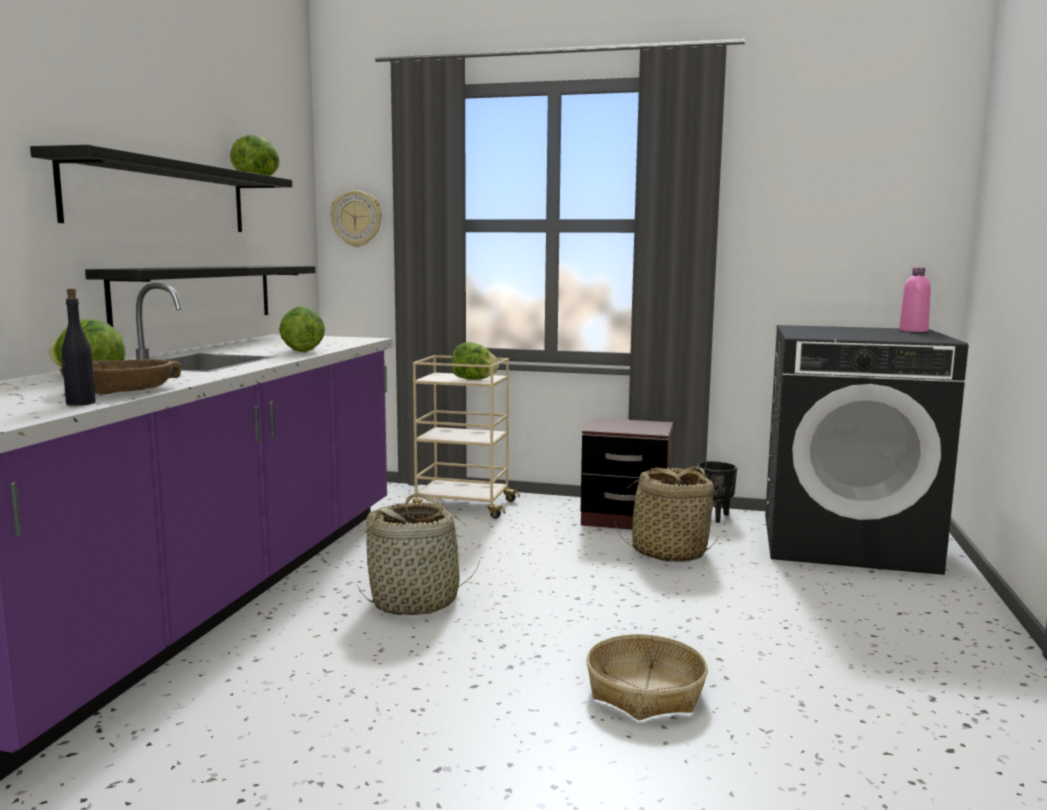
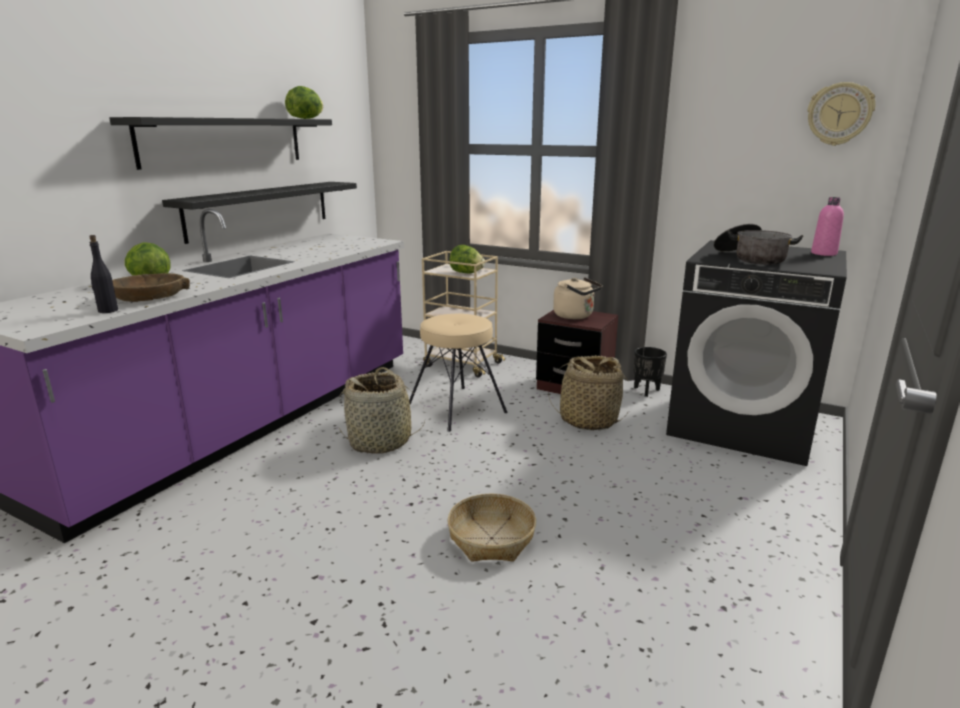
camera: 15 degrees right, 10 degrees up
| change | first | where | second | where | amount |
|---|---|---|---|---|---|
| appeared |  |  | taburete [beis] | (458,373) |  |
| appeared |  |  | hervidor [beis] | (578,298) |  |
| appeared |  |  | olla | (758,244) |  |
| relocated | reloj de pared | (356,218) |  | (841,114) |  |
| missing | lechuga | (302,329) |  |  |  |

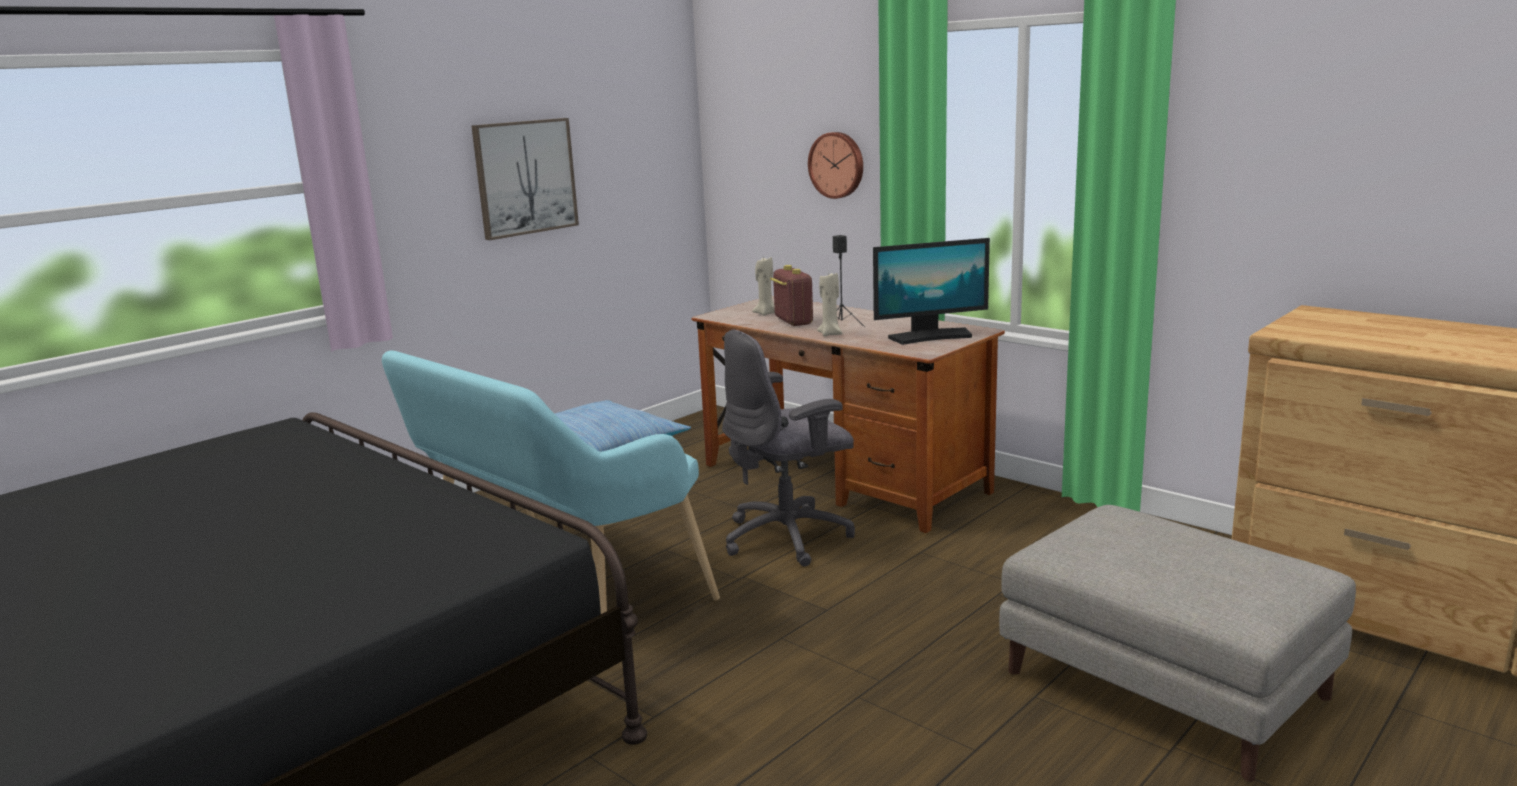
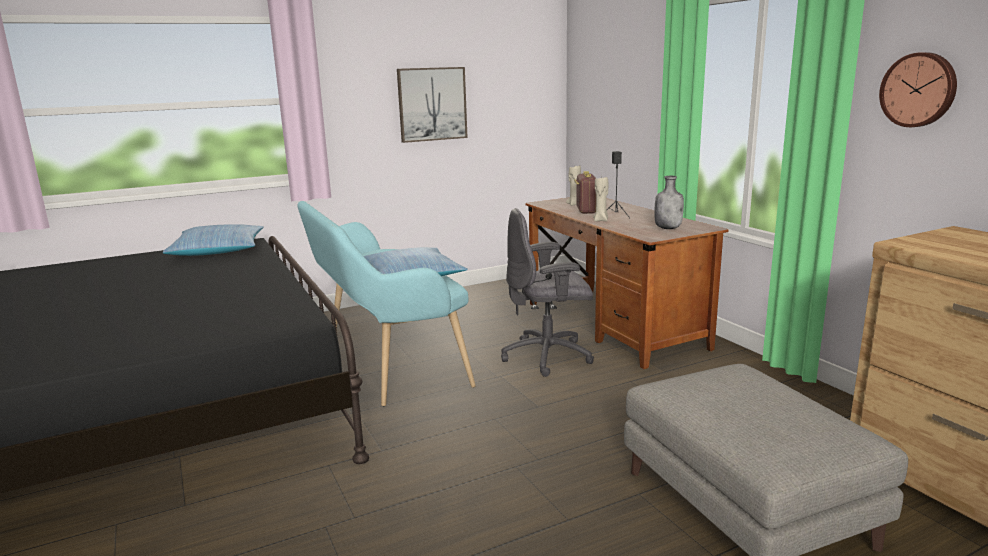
camera: 20 degrees right, 0 degrees up
| change | first | where | second | where | amount |
|---|---|---|---|---|---|
| appeared |  |  | cojín | (213,240) |  |
| exchanged | monitor | (931,291) | botella [gris] | (669,202) |  |
| relocated | reloj de pared | (835,165) |  | (918,89) |  |

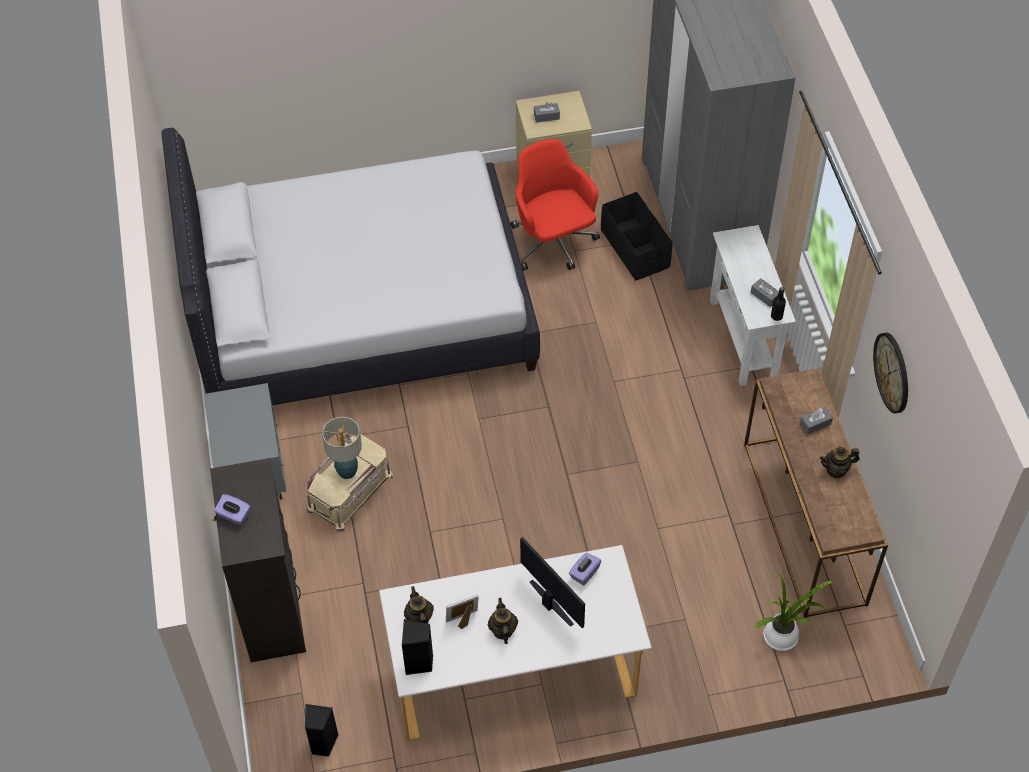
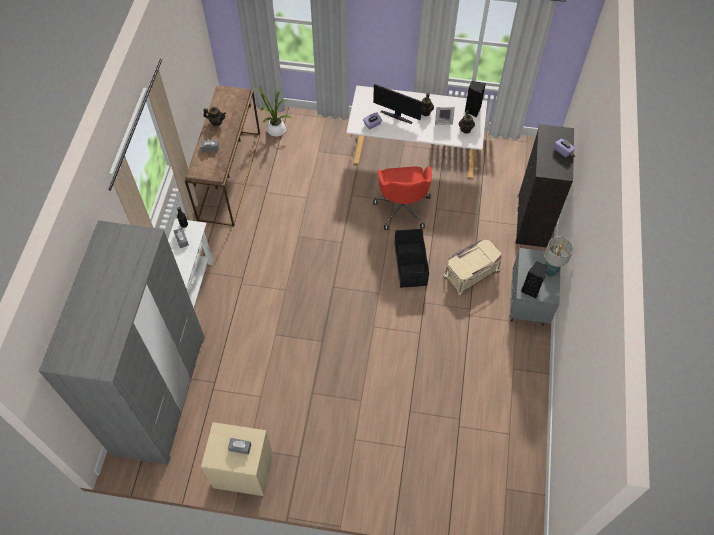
camera: 160 degrees left, 5 degrees up
| change | first | where | second | where | amount |
|---|---|---|---|---|---|
| spun | monitor | (552,582) |  | (397,104) | 45 degrees counterclockwise |
| relocated | silla de oficina [rojo] | (555,205) |  | (402,198) |  |
| relocated | caja de almacenaje [negro] | (637,236) |  | (411,258) |  |
| relocated | altavoz [negro] | (321,730) |  | (534,279) |  |
| relocated | lámpara de mesa | (342,448) |  | (559,256) |  |
| missing | cama [blanco] | (350,266) |  |  |  |
| missing | reloj de pared | (890,373) |  |  |  |

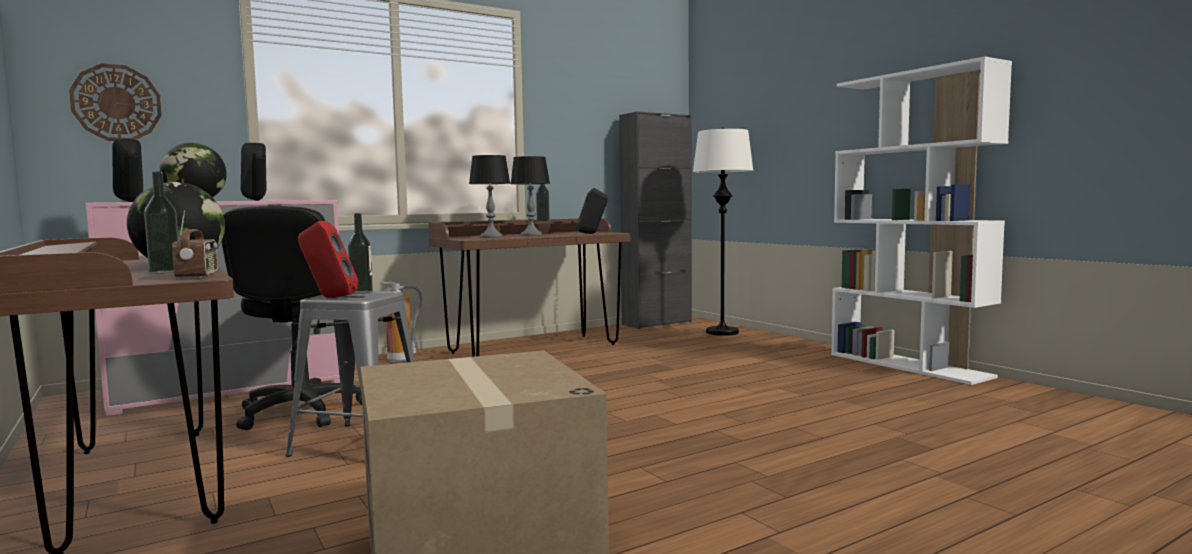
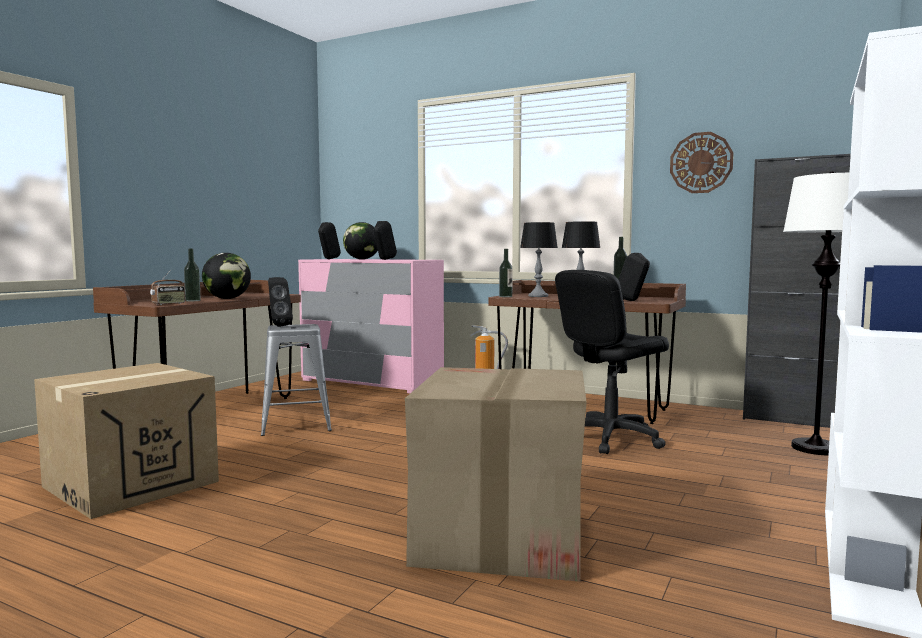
camera: 60 degrees right, 0 degrees up
| change | first | where | second | where | amount |
|---|---|---|---|---|---|
| colour | altavoz [rojo] | (328,259) | altavoz [negro] | (280,302) |  |
| appeared |  |  | caja de cartón | (496,474) |  |
| relocated | botella | (360,253) |  | (506,273) |  |
| relocated | silla de oficina [negro] | (292,318) |  | (612,362) |  |
| relocated | reloj de pared | (115,102) |  | (701,162) |  |

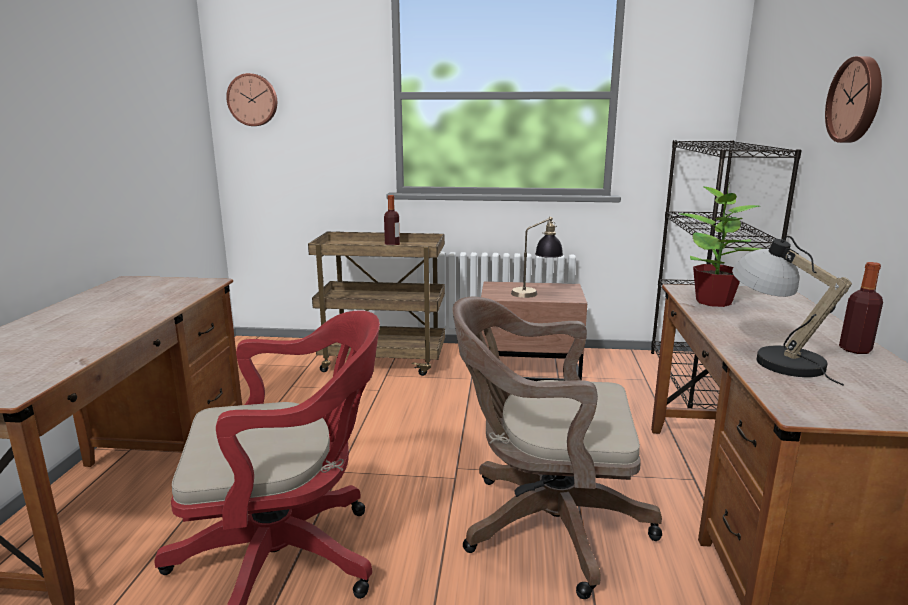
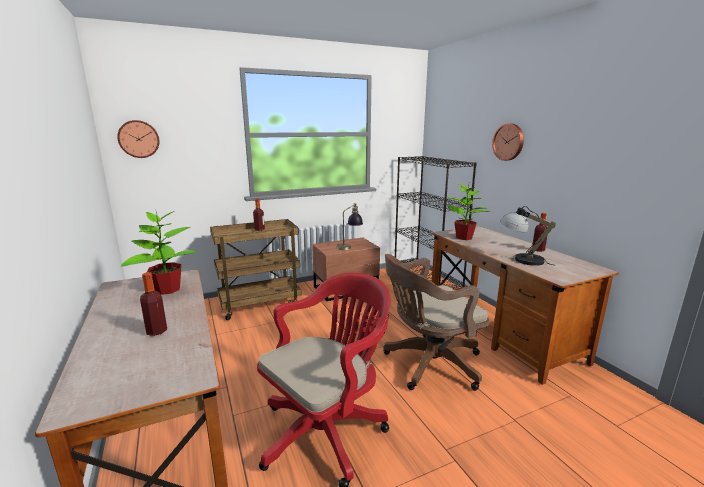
camera: 30 degrees left, 0 degrees up
| change | first | where | second | where | amount |
|---|---|---|---|---|---|
| appeared |  |  | planta en maceta | (159,253) |  |
| appeared |  |  | botella | (153,304) |  |

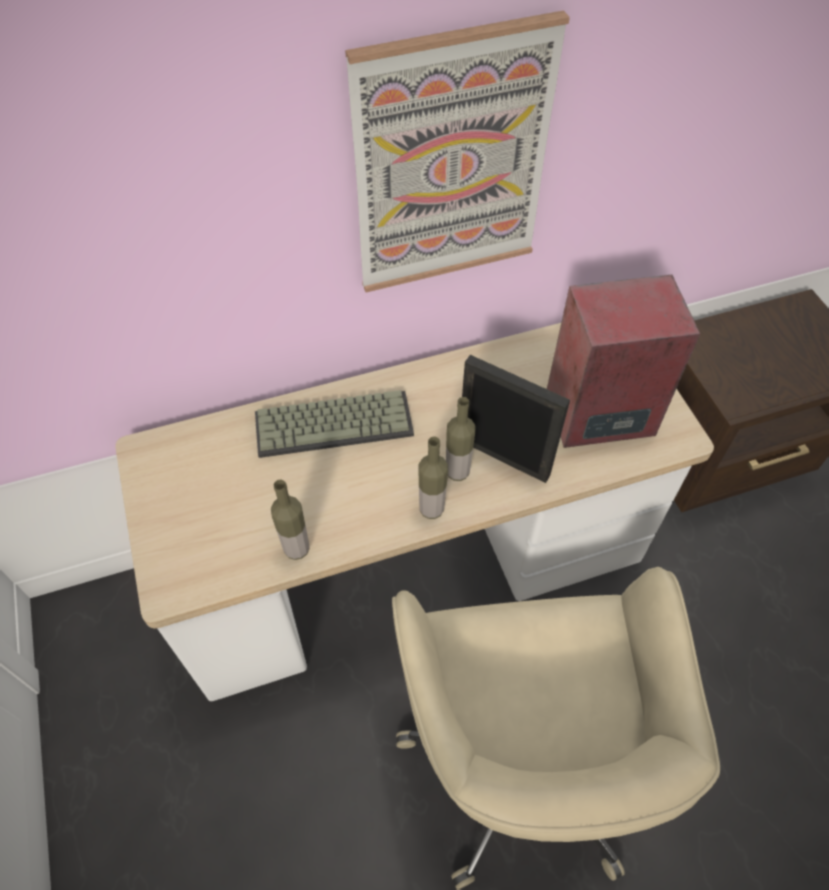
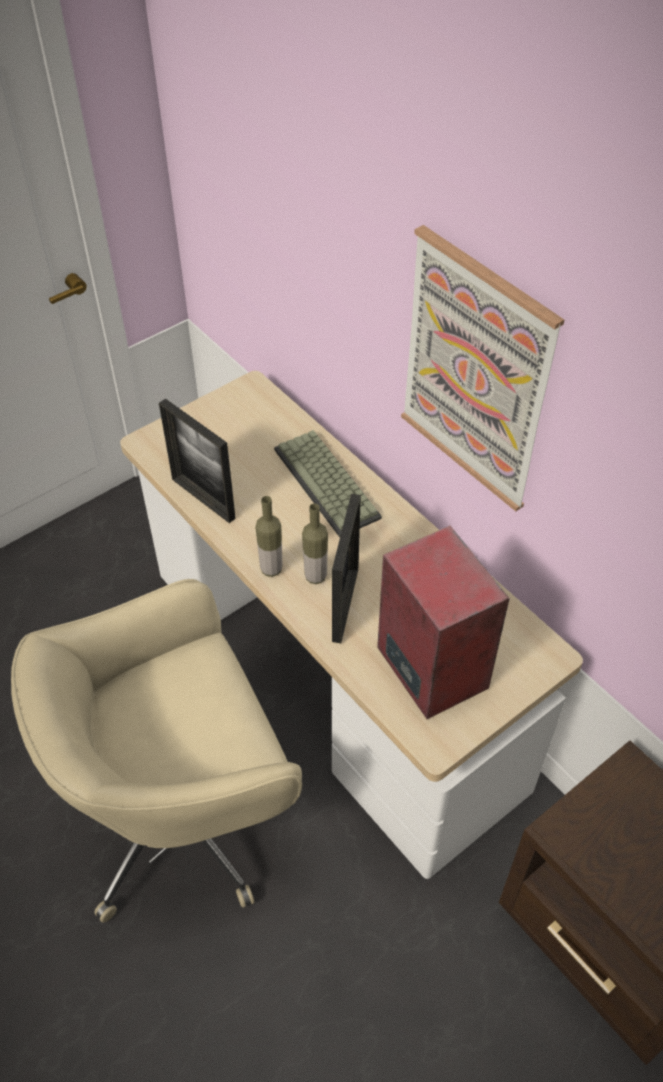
camera: 70 degrees right, 5 degrees down
| change | first | where | second | where | amount |
|---|---|---|---|---|---|
| exchanged | botella | (290,519) | portarretratos | (197,460) |  |

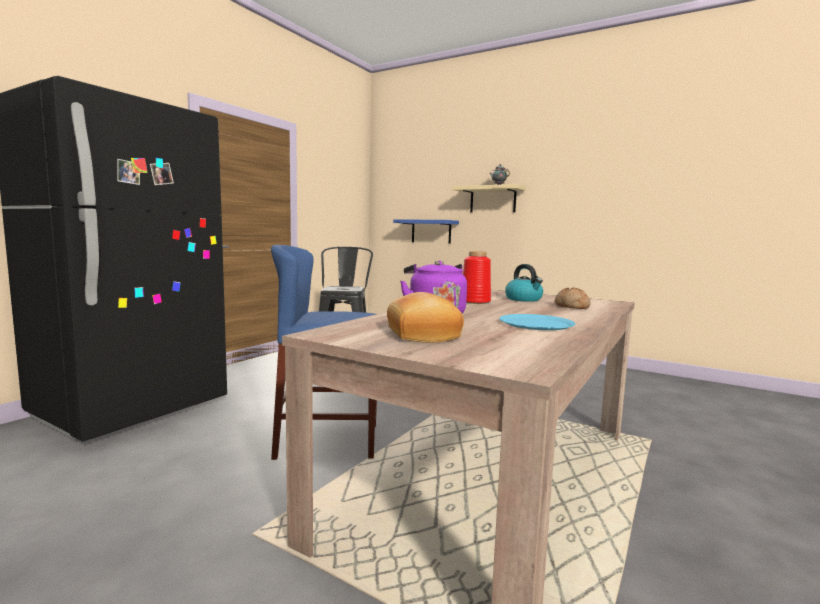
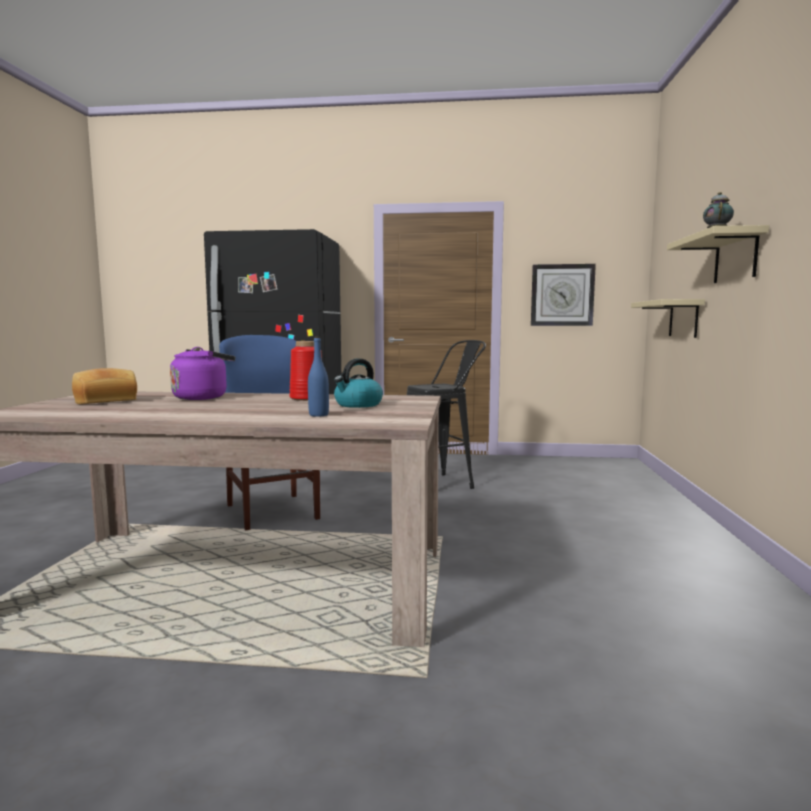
camera: 65 degrees right, 0 degrees up
| change | first | where | second | where | amount |
|---|---|---|---|---|---|
| exchanged | pan | (573,298) | botella [azul] | (318,376) |  |
| appeared |  |  | reloj de pared | (563,295) |  |
| colour | estante [azul] | (426,231) | estante [beis] | (668,318) |  |
| missing | plato [azul] | (537,322) |  |  |  |

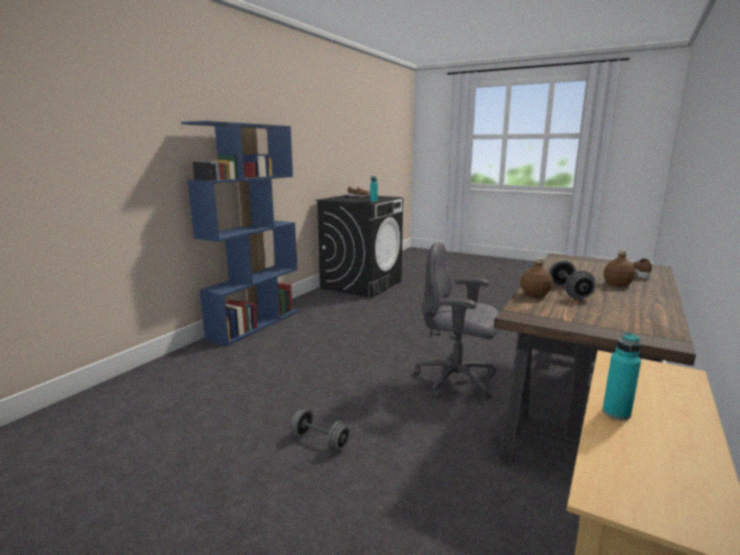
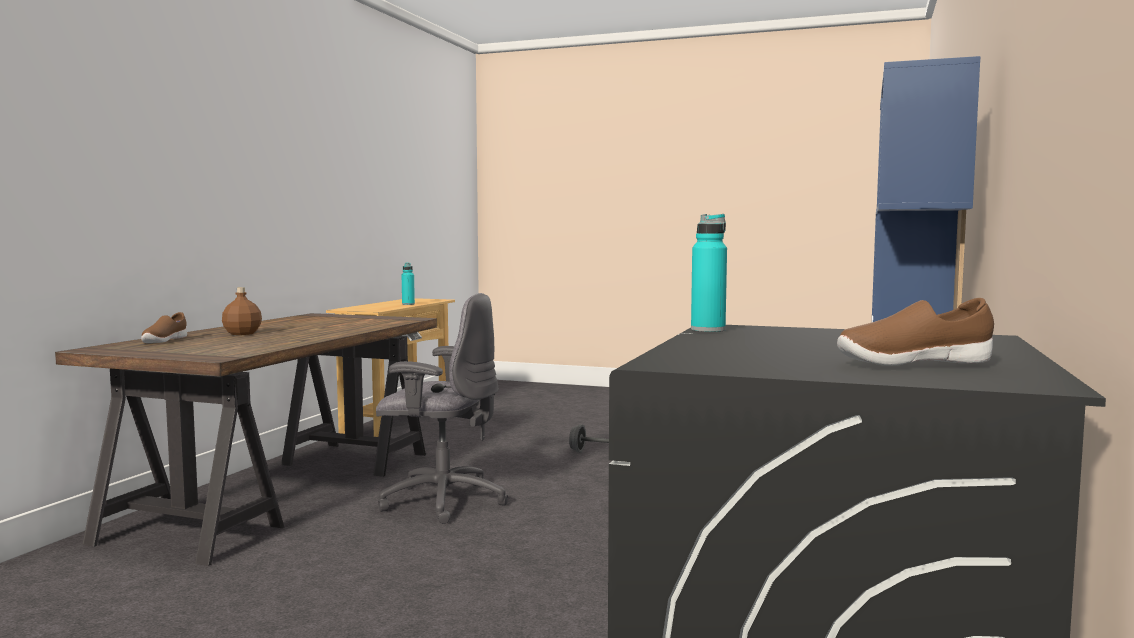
camera: 170 degrees right, 10 degrees down
| change | first | where | second | where | amount |
|---|---|---|---|---|---|
| missing | botella [marrón] | (536,277) |  |  |  |
| missing | mancuerna [gris] | (572,279) |  |  |  |

